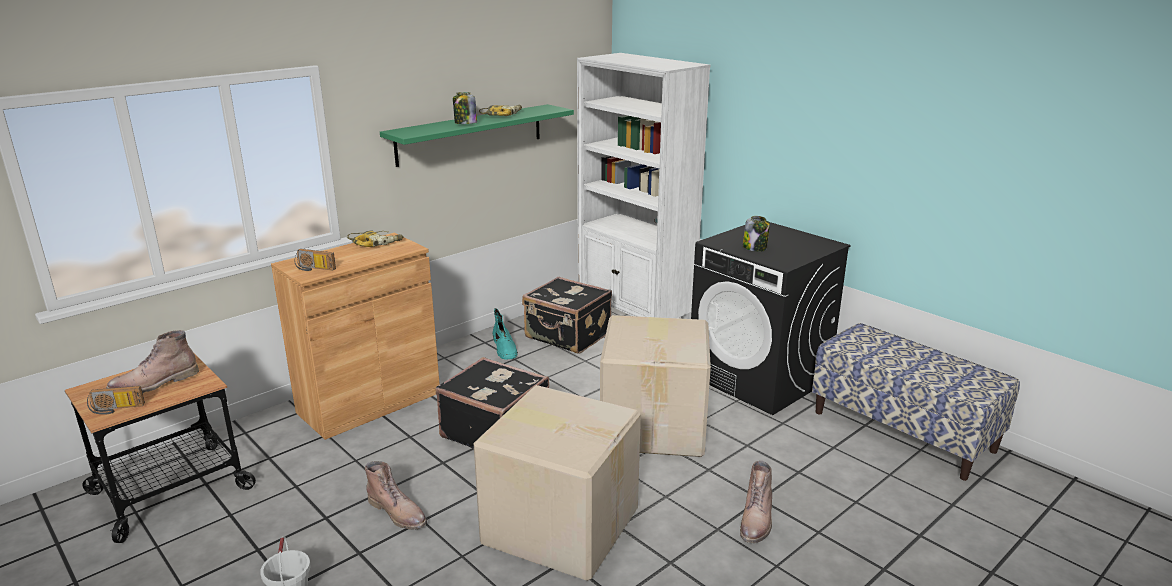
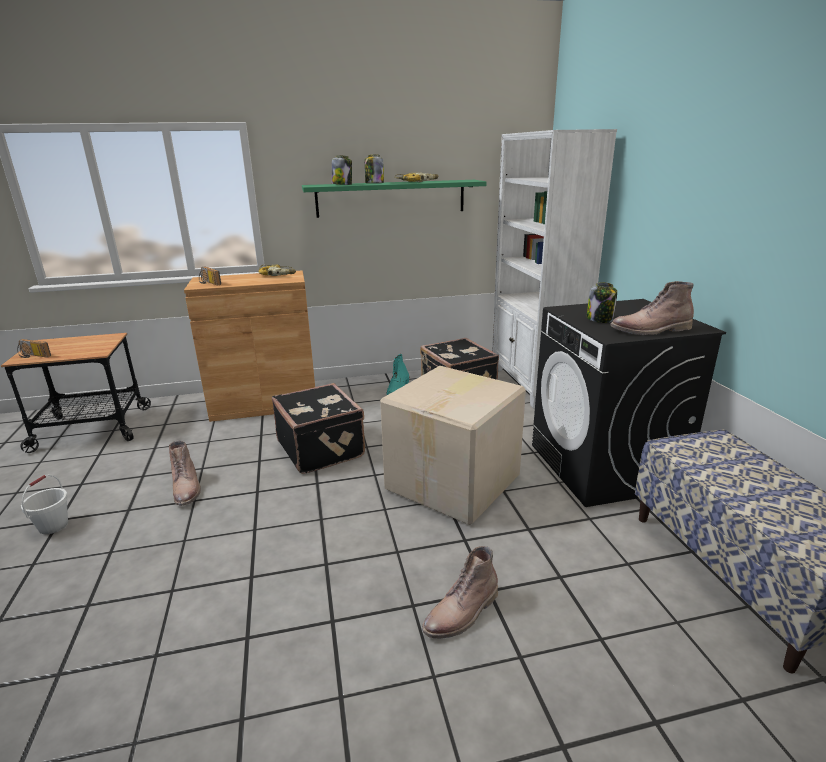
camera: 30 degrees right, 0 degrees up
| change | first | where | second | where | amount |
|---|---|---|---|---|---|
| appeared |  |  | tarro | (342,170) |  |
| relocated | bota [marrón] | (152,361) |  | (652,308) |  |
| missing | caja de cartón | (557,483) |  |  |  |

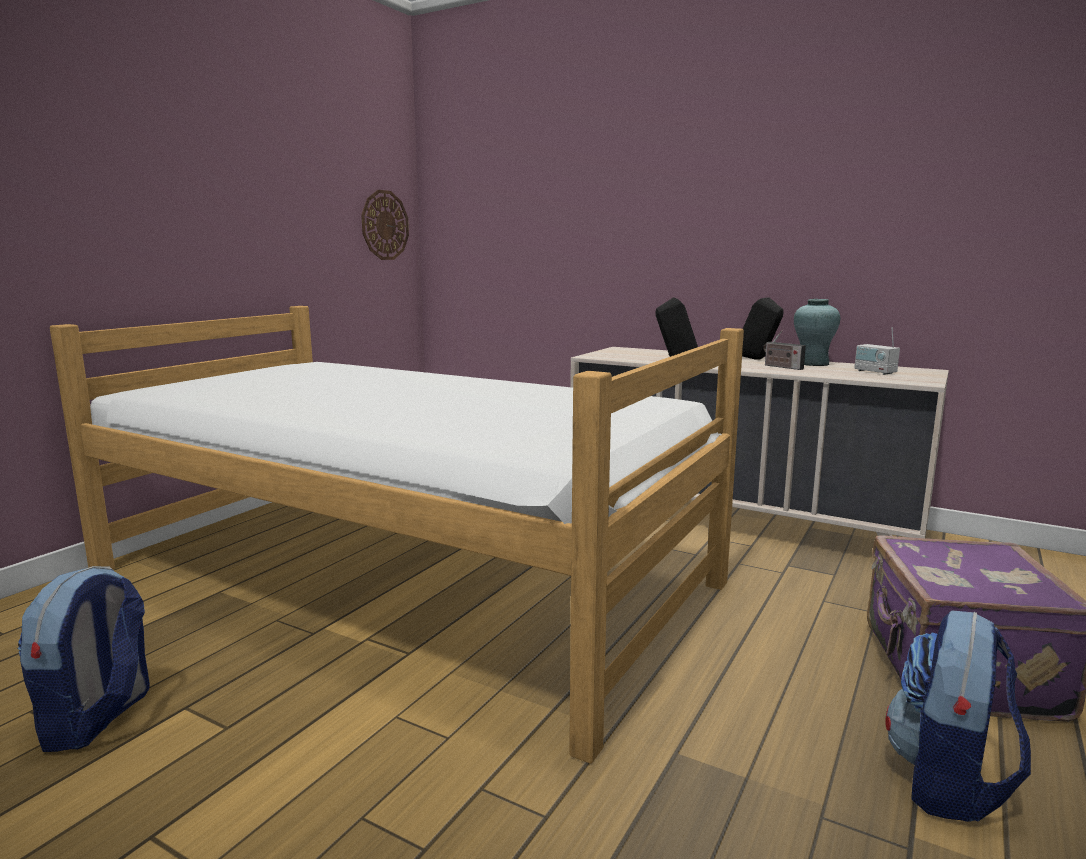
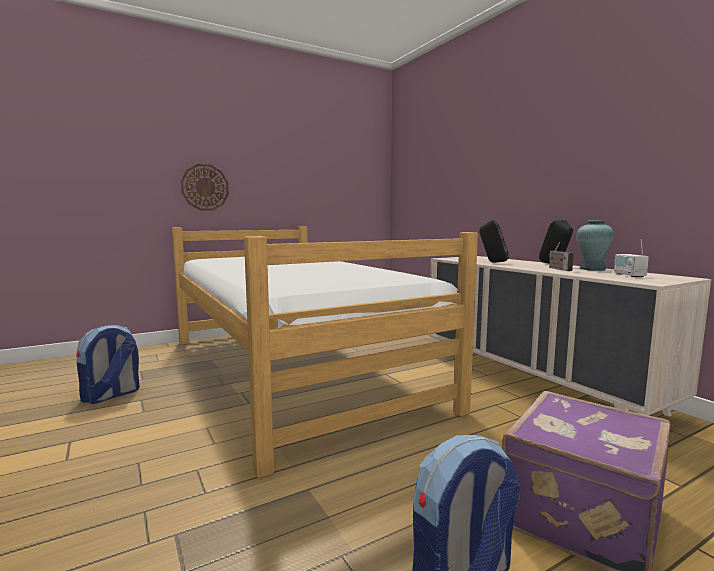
camera: 30 degrees right, 5 degrees down
| change | first | where | second | where | amount |
|---|---|---|---|---|---|
| relocated | reloj de pared | (385,225) |  | (205,187) |  |

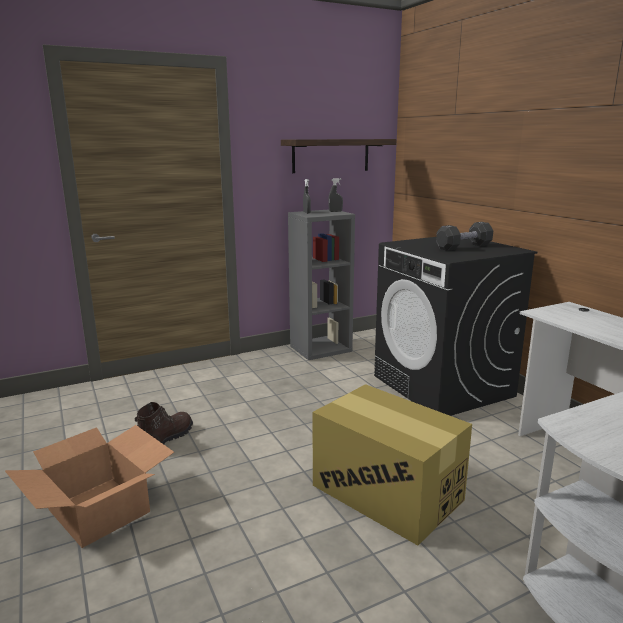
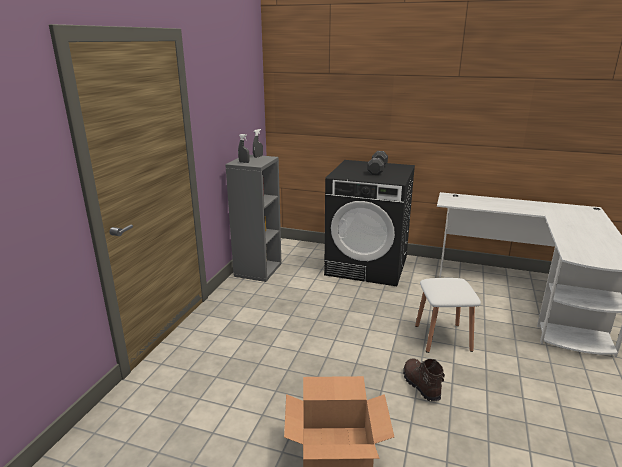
camera: 45 degrees left, 5 degrees up
| change | first | where | second | where | amount |
|---|---|---|---|---|---|
| relocated | bota [marrón] | (164,423) |  | (424,380) |  |
| exchanged | caja de cartón | (392,464) | taburete [blanco] | (448,315) |  |
| missing | estante | (339,156) |  |  |  |

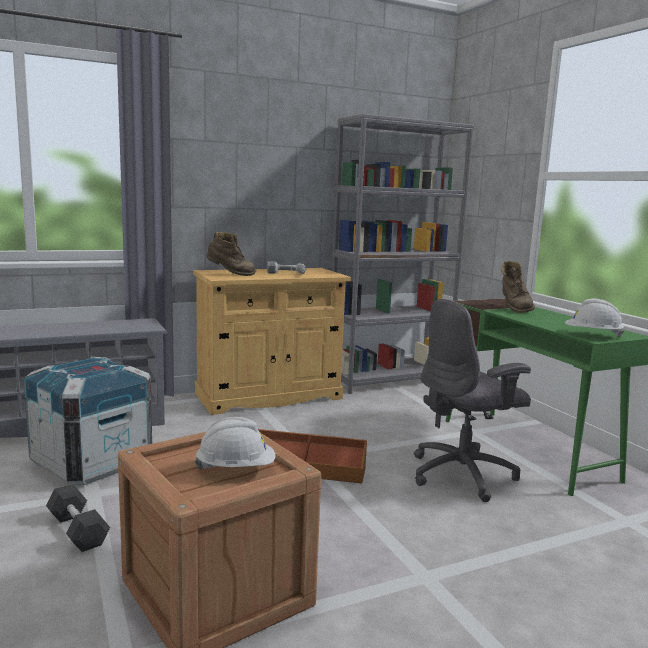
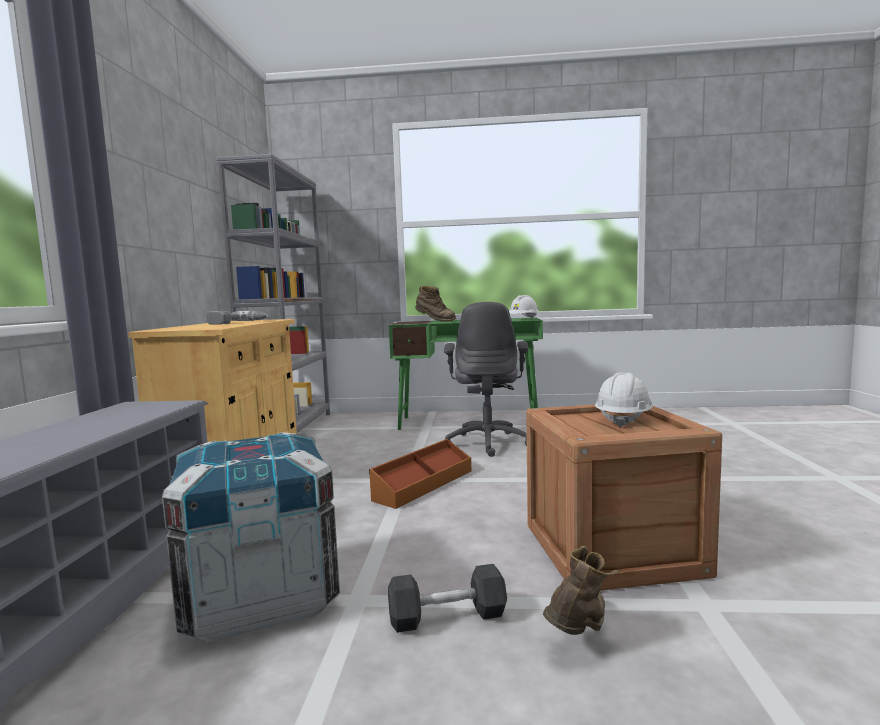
camera: 60 degrees left, 5 degrees down
| change | first | where | second | where | amount |
|---|---|---|---|---|---|
| relocated | bota [marrón] | (231,253) |  | (581,590) |  |

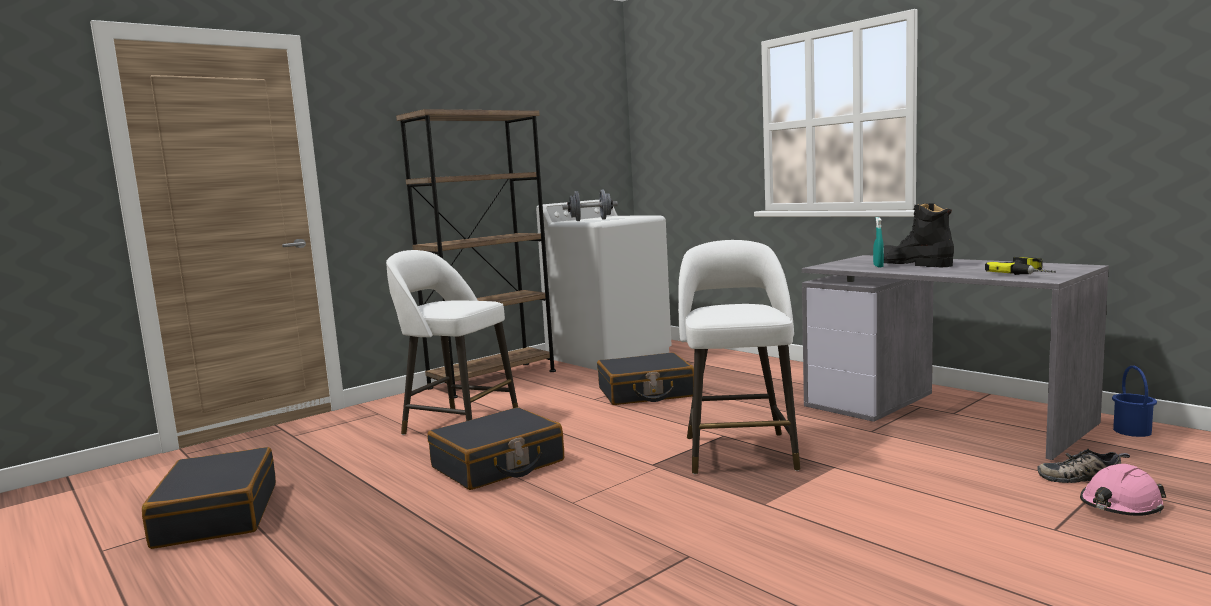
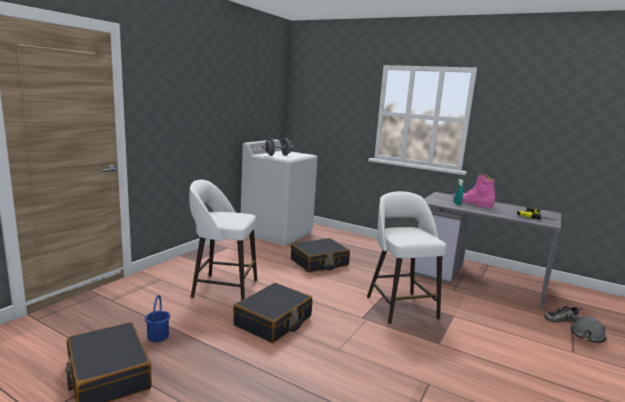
camera: 20 degrees left, 5 degrees up
| change | first | where | second | where | amount |
|---|---|---|---|---|---|
| relocated | cubo [azul] | (1134,401) |  | (157,318) |  |
| colour | bota [negro] | (919,235) | bota [rosa] | (475,191) |  |
| colour | casco [rosa] | (1123,490) | casco [gris] | (588,329) |  |
| missing | estantería [marrón] | (476,253) |  |  |  |

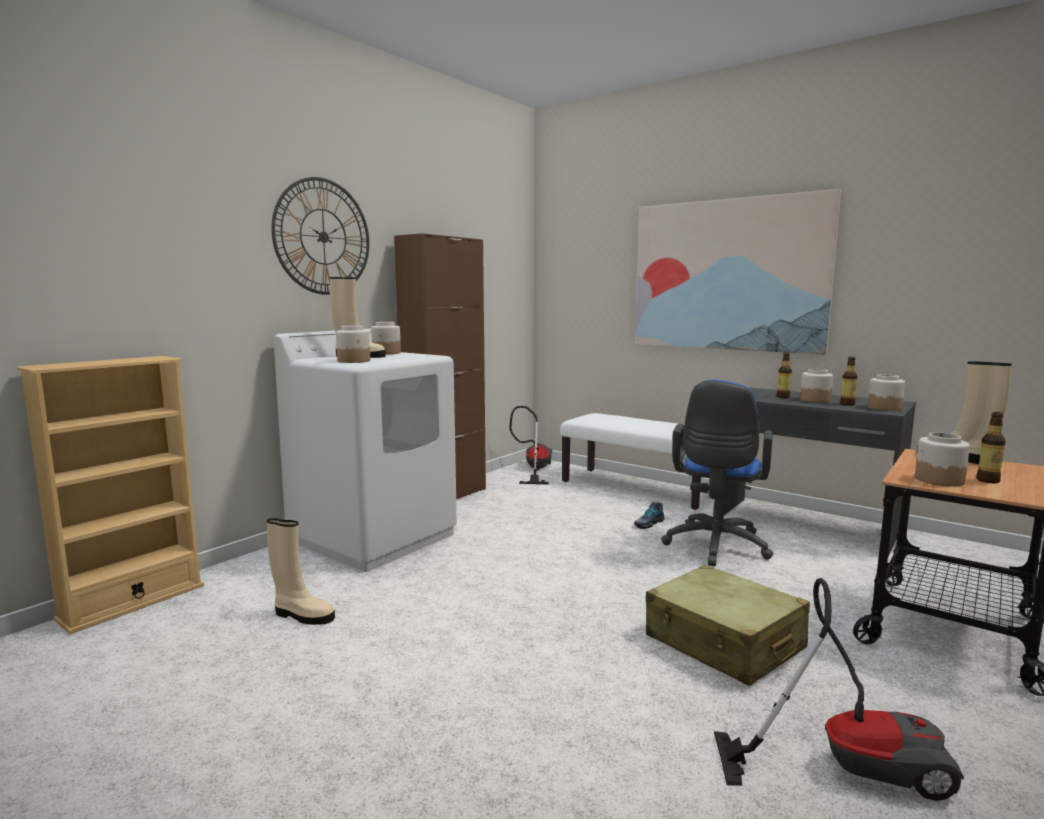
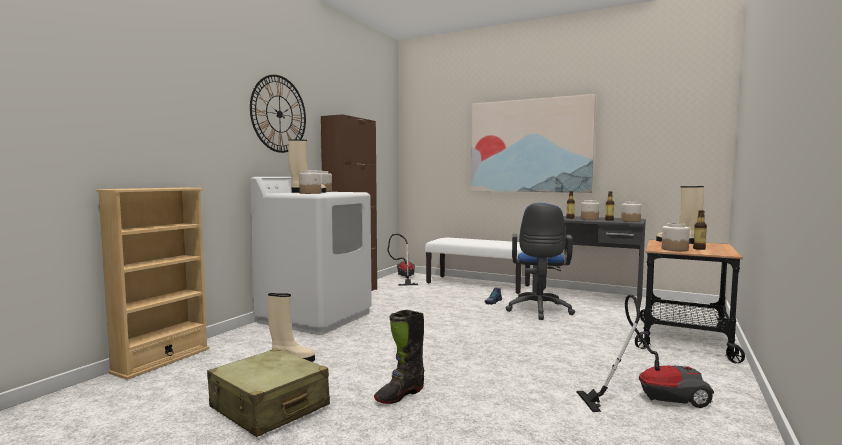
camera: 10 degrees left, 5 degrees down
| change | first | where | second | where | amount |
|---|---|---|---|---|---|
| relocated | maleta [beis] | (728,625) |  | (268,392) |  |
| appeared |  |  | bota [negro] | (399,357) |  |

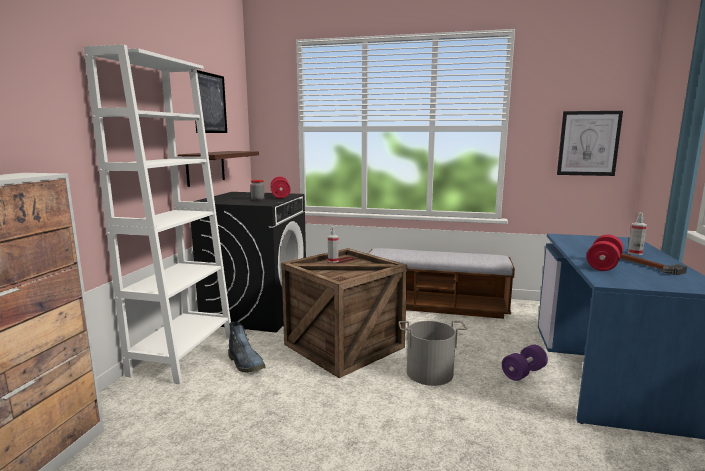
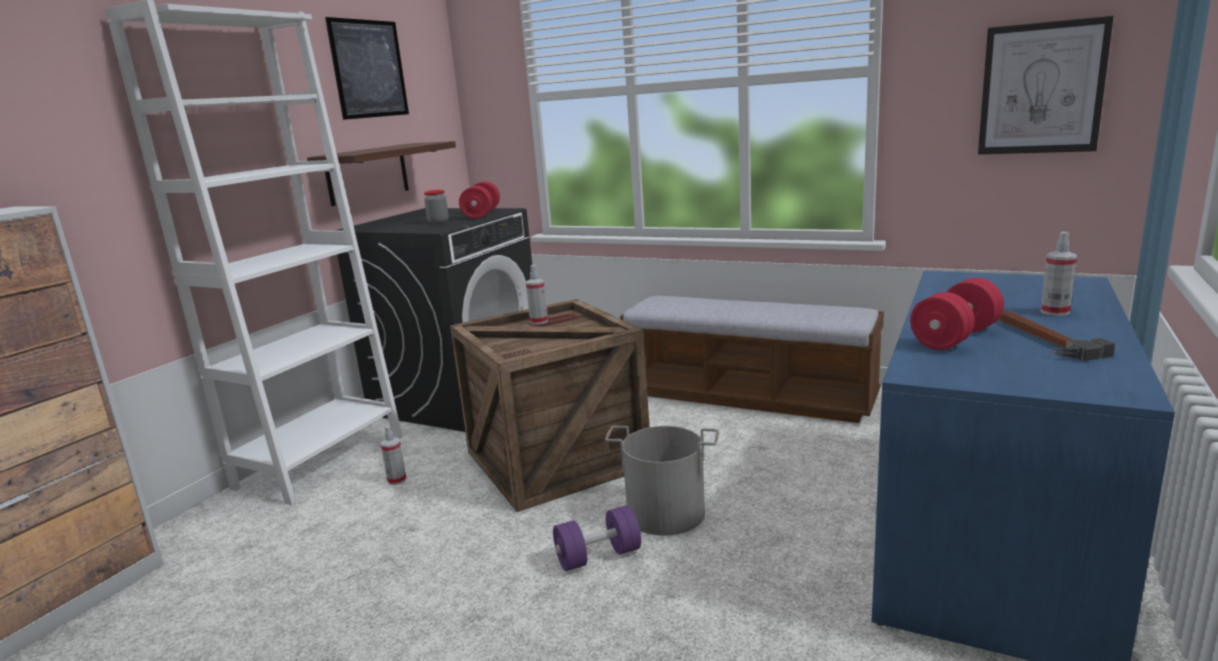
camera: 15 degrees right, 5 degrees up
| change | first | where | second | where | amount |
|---|---|---|---|---|---|
| exchanged | bota | (246,347) | pulverizador | (393,455) |  |
| relocated | mancuerna [morado] | (525,362) |  | (597,538) |  |

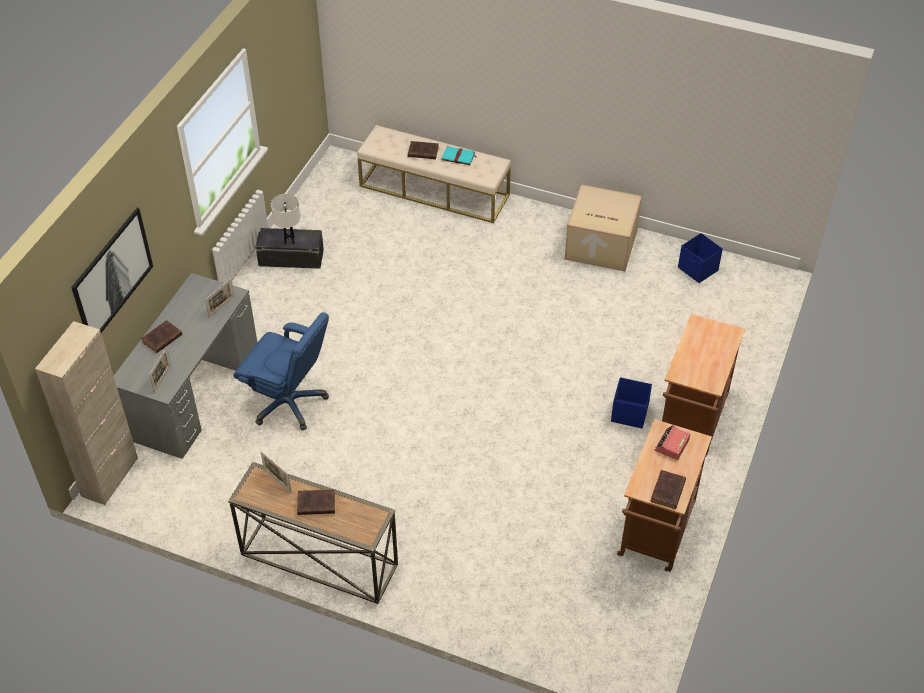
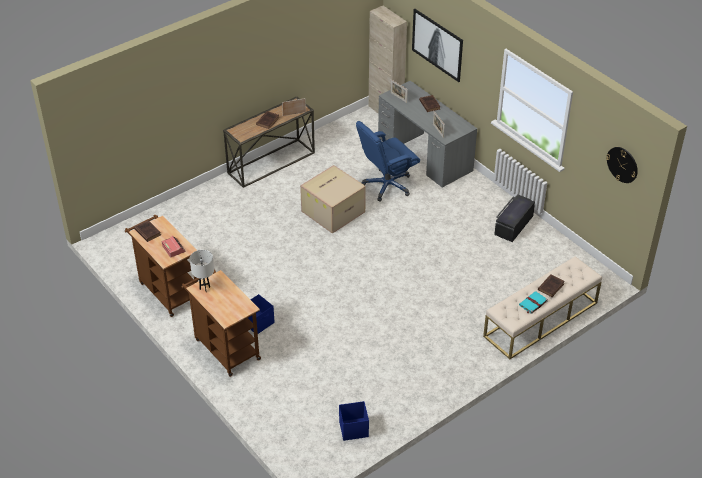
camera: 120 degrees right, 5 degrees down
| change | first | where | second | where | amount |
|---|---|---|---|---|---|
| relocated | lámpara de mesa [blanco] | (285,219) |  | (202,270) |  |
| relocated | caja de cartón | (603,228) |  | (333,199) |  |
| appeared |  |  | reloj de pared | (622,165) |  |

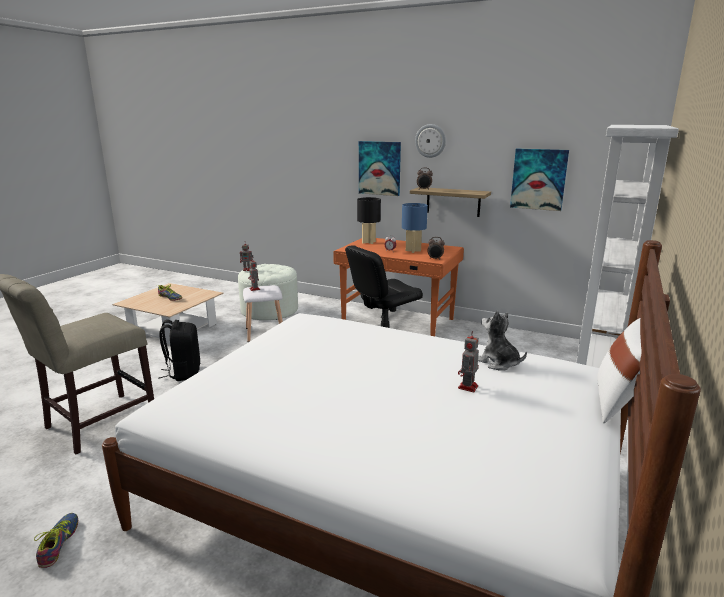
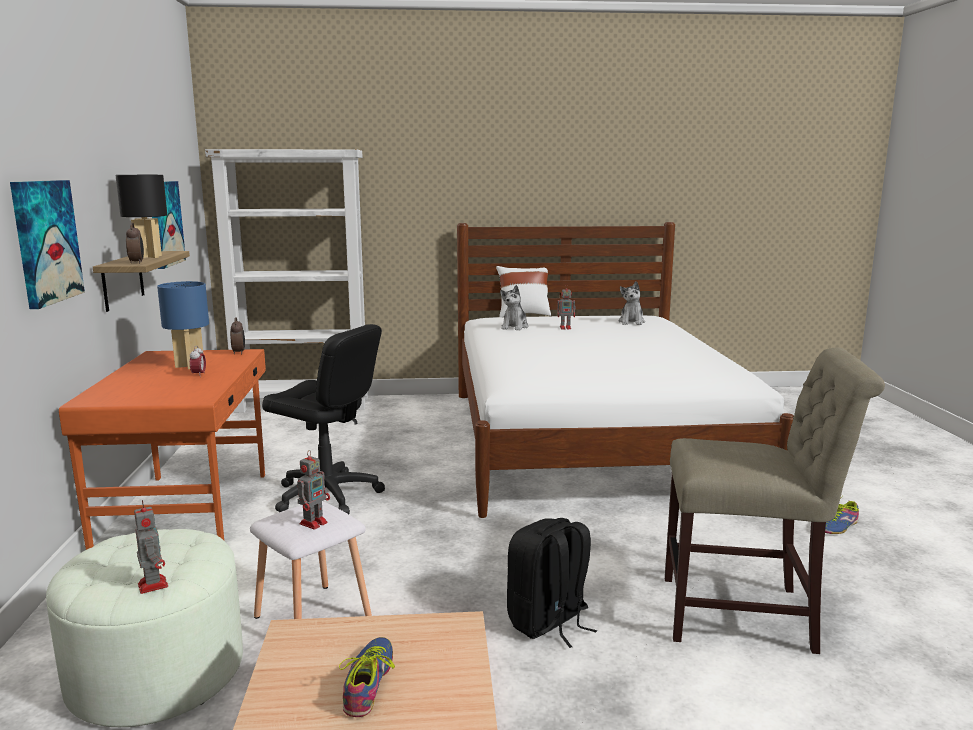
camera: 120 degrees left, 5 degrees down
| change | first | where | second | where | amount |
|---|---|---|---|---|---|
| relocated | lámpara de mesa [negro] | (369,220) |  | (141,216) |  |
| appeared |  |  | peluche | (631,303) |  |
| missing | reloj de pared | (430,141) |  |  |  |

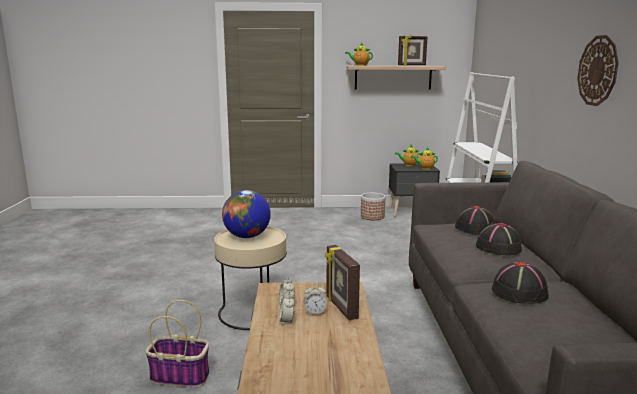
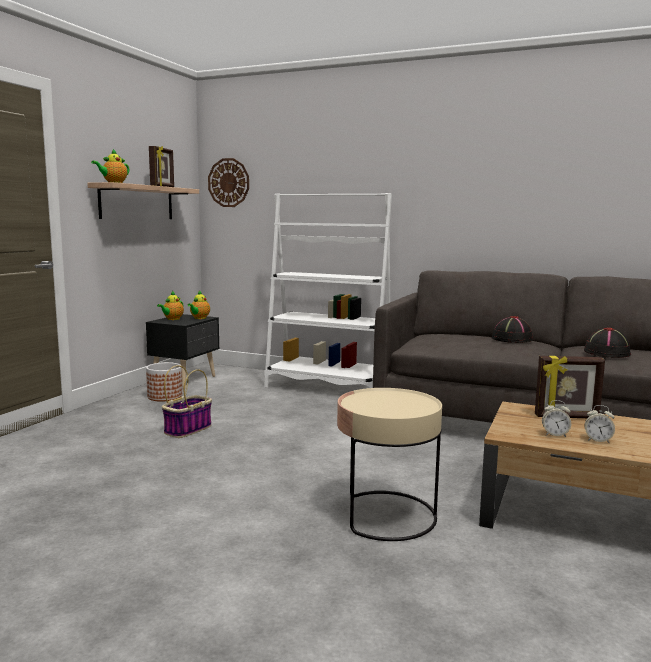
camera: 65 degrees left, 5 degrees down
| change | first | where | second | where | amount |
|---|---|---|---|---|---|
| relocated | cesta | (177,344) |  | (187,401) |  |
| relocated | reloj de pared | (598,70) |  | (228,182) |  |
| missing | globo terráqueo | (246,214) |  |  |  |
| missing | despertador | (315,299) |  |  |  |
| missing | sombrero [negro] | (475,220) |  |  |  |

